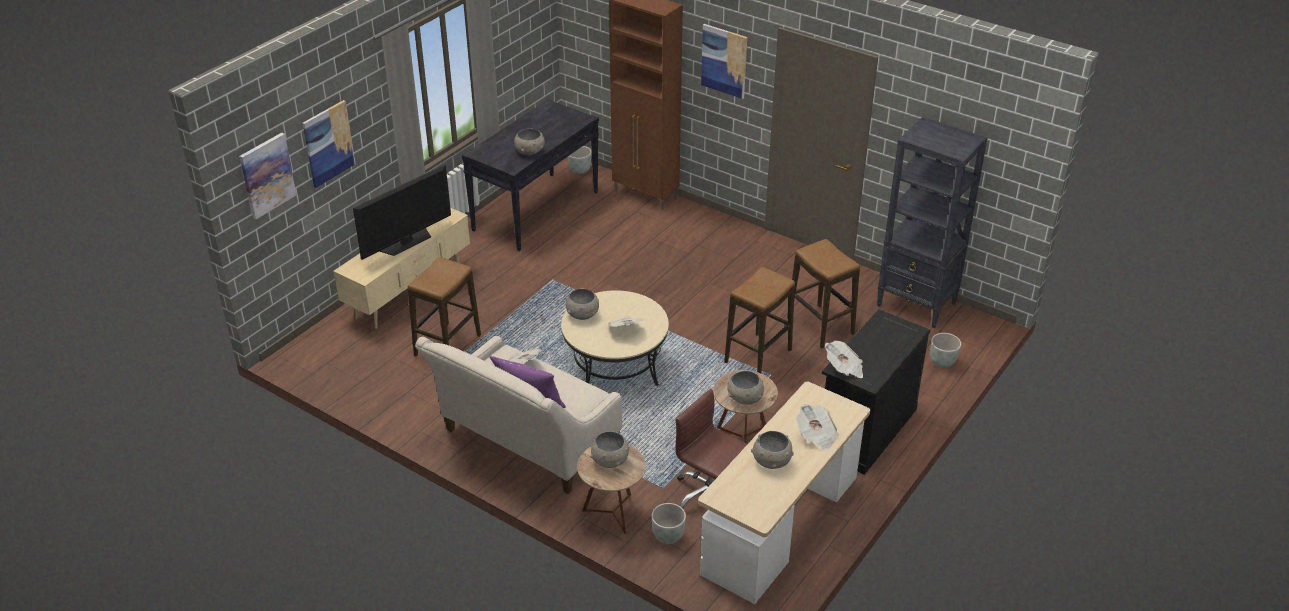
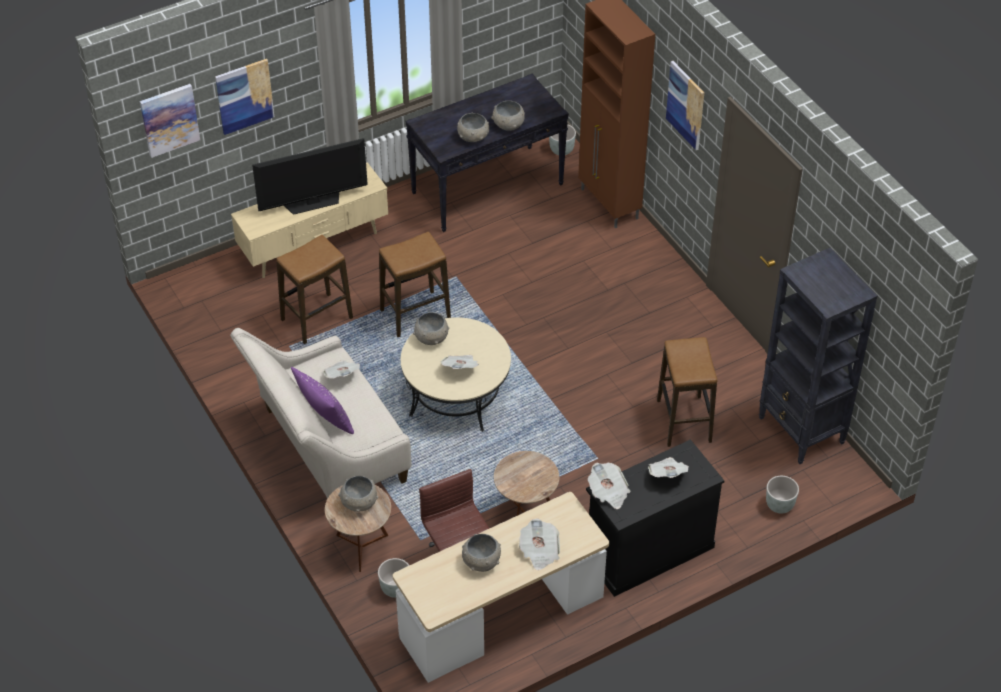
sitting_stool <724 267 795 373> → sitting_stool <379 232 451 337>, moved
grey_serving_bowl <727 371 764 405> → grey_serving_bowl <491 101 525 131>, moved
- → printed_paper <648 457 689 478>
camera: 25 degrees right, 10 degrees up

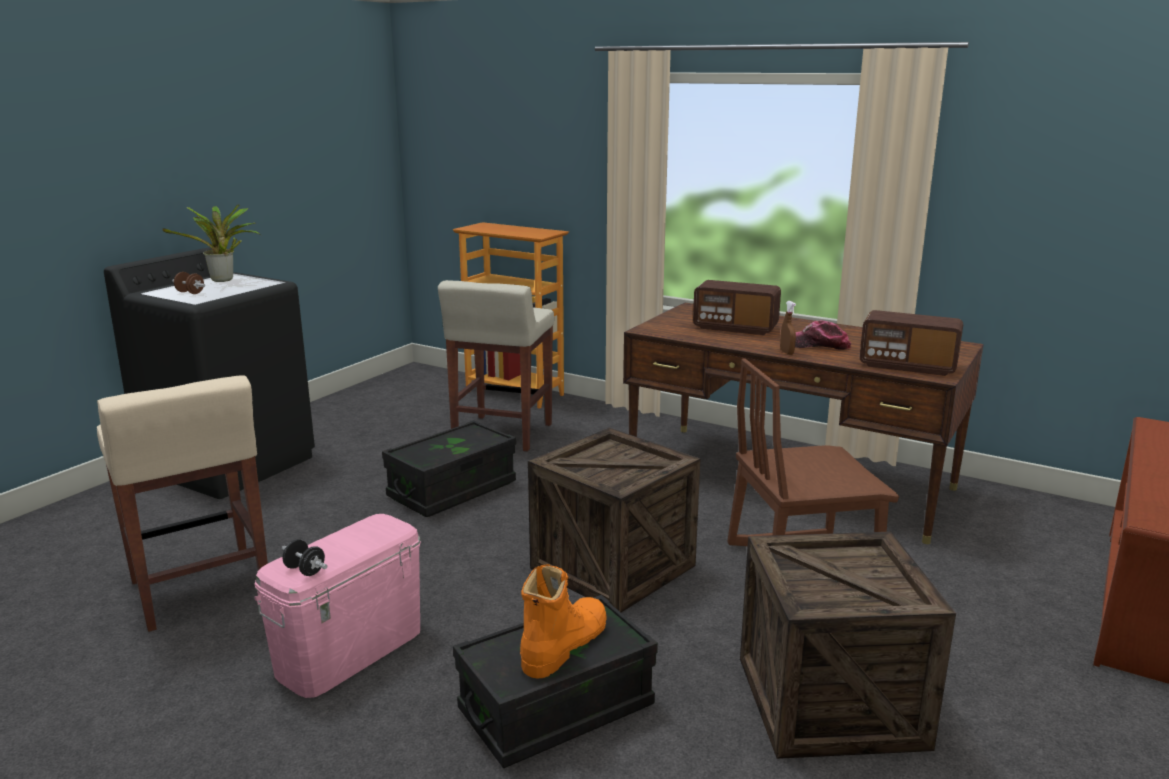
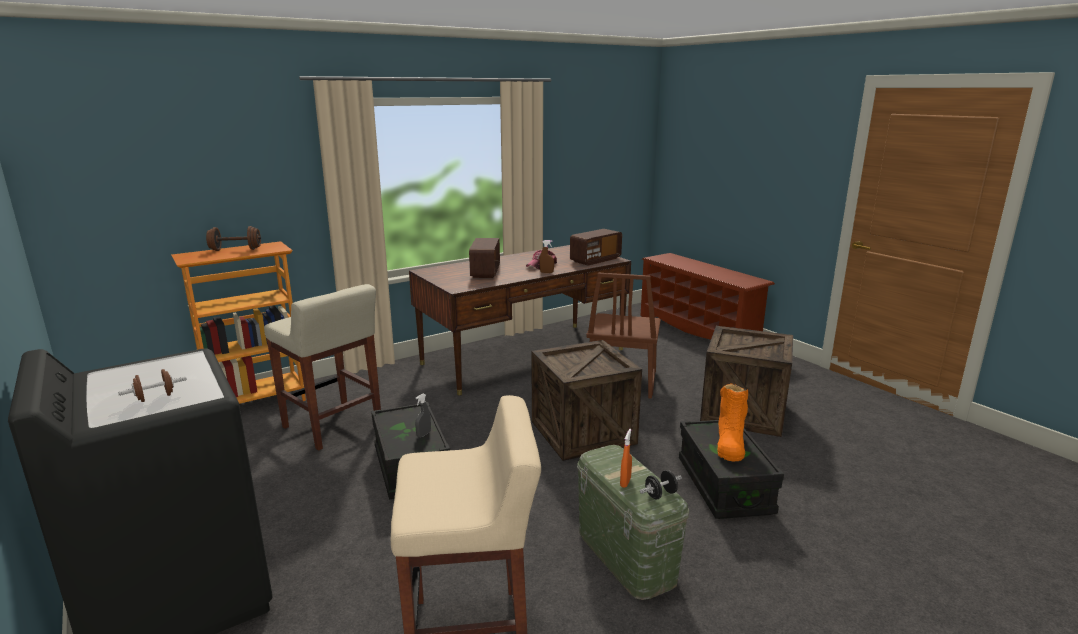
houseplant <162 204 261 282> → -
pinkish_storage_box <254 514 421 698> → greenish_storage_box <577 445 689 600>
orangey_boot <520 564 607 679> → orangey_boot <717 383 748 461>, 135 degrees counterclockwise
radio_set <693 280 781 335> → radio_set <469 238 500 278>, 45 degrees counterclockwise
- → brownish_hand_weight <206 226 261 251>
- → grey_spray_bottle <415 394 431 437>
- → orangey_spray_bottle <620 429 632 488>
camera: 65 degrees left, 0 degrees up

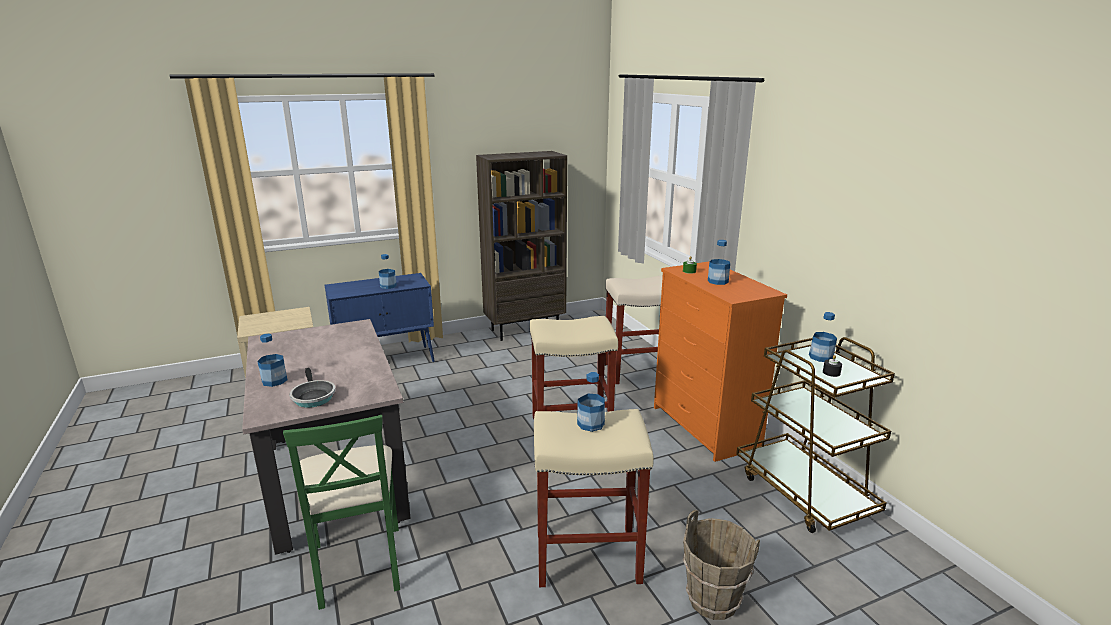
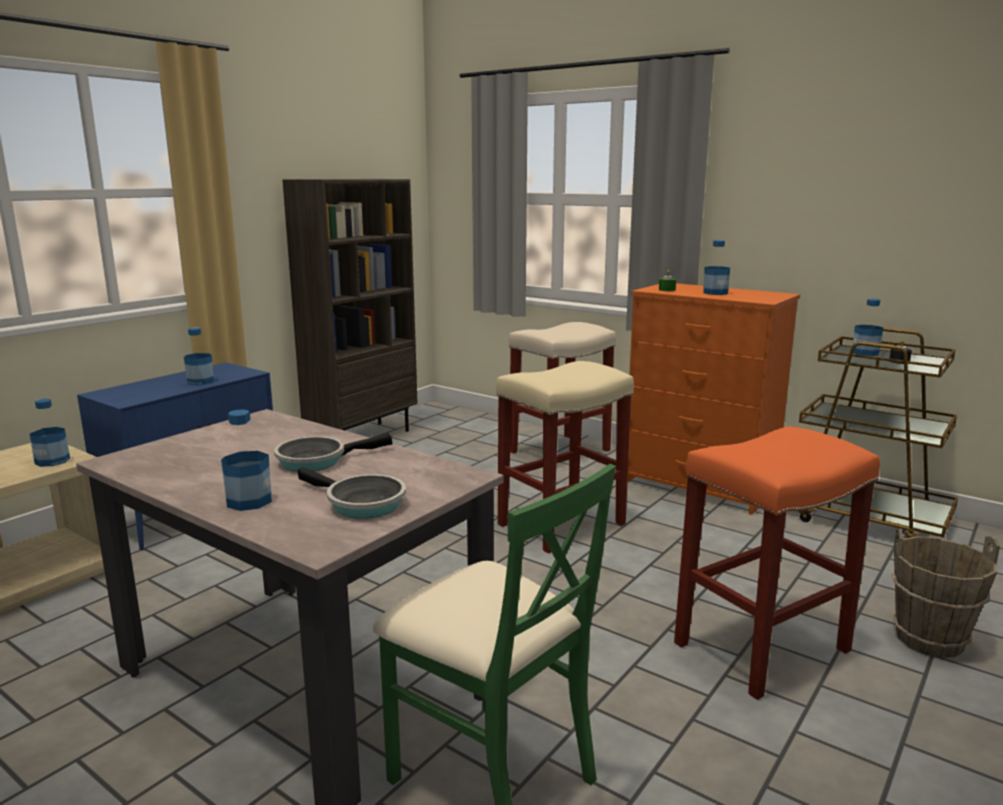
beige-coloured_sitting_stool <534 409 654 587> → orangey_sitting_stool <674 426 880 700>
bottle <577 372 605 432> → bottle <30 399 70 467>, moved
- → skillet <274 433 392 472>
camera: 30 degrees left, 5 degrees down

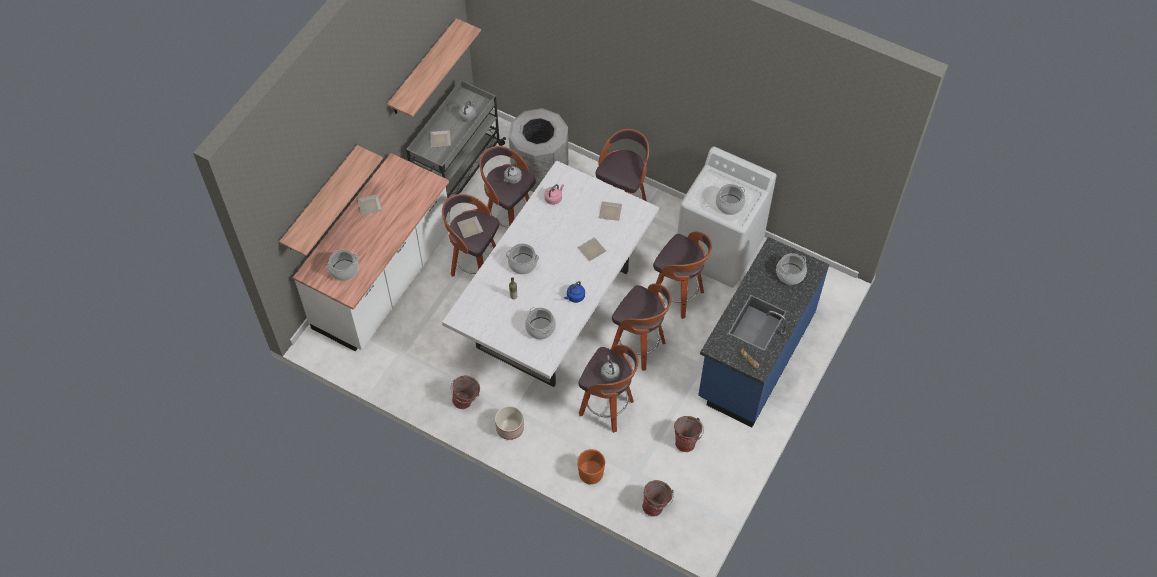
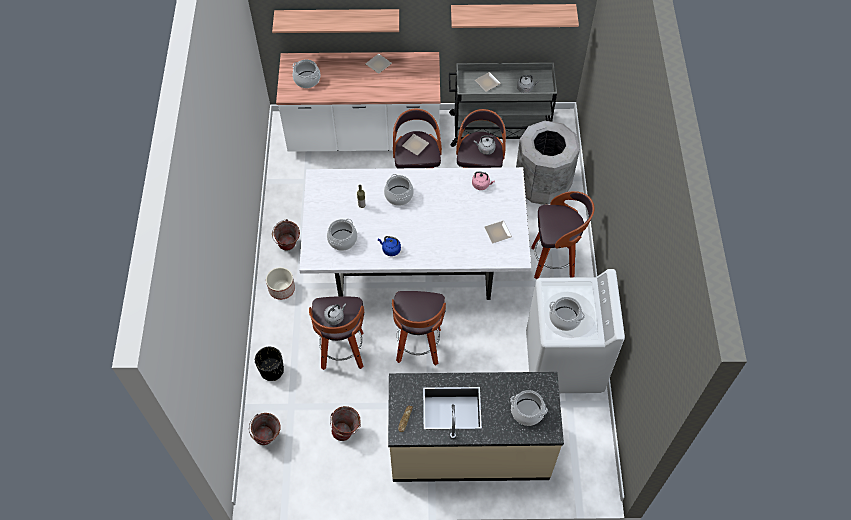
orangey_flower_pot <577 449 605 485> → black_flower_pot <255 347 284 381>
plate <578 237 607 261> → -
sitting_stool <653 232 712 319> → -
blue_kitchen_counter <698 237 830 427> → beige-coloured_kitchen_counter <388 372 564 482>
camera: 60 degrees right, 0 degrees up

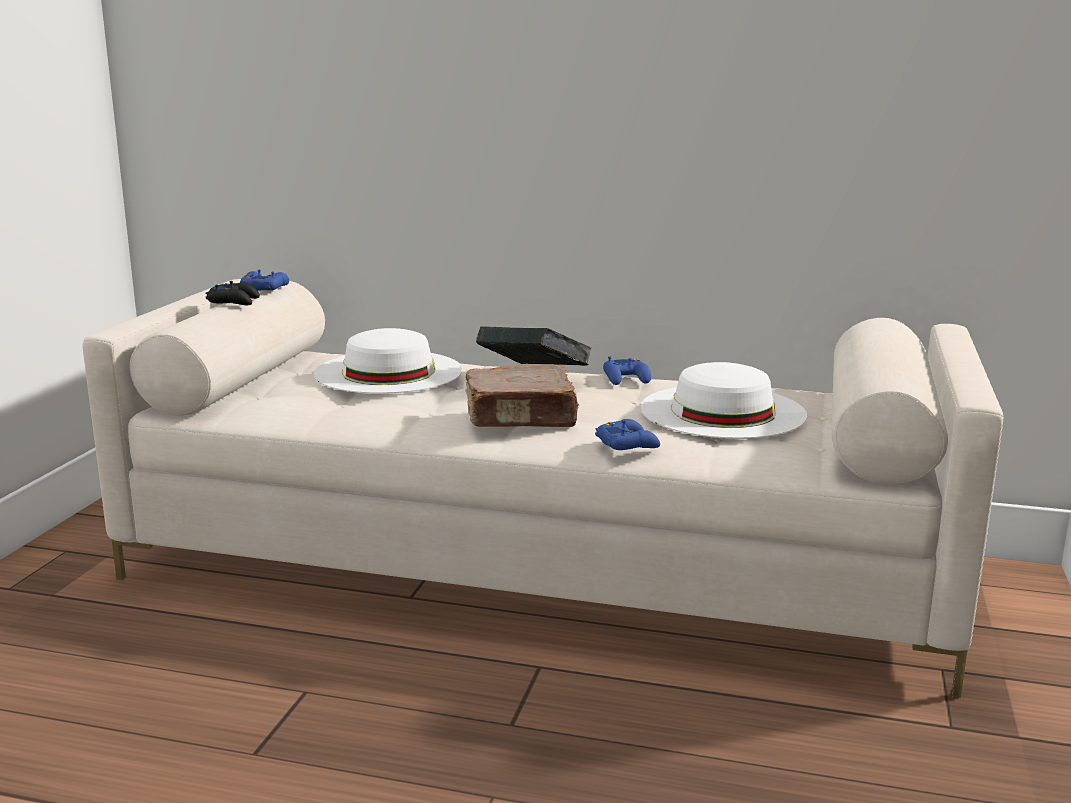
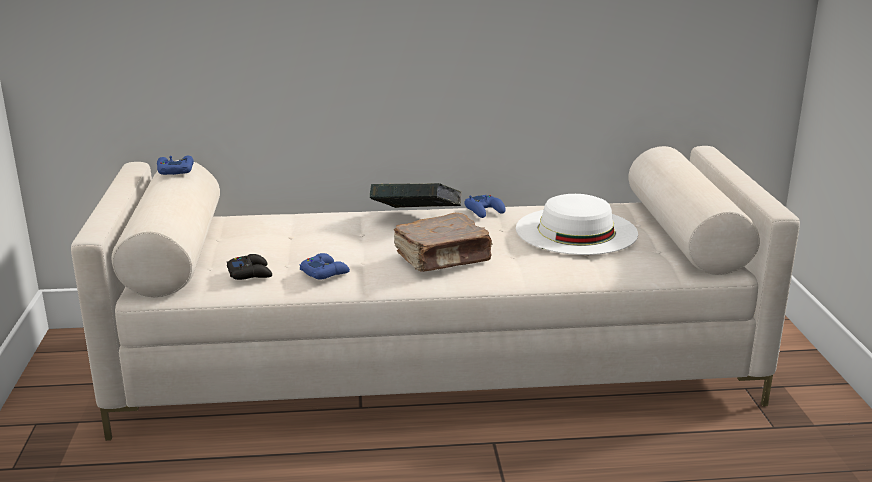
black_joypad <205 281 260 305> → black_joypad <227 254 272 280>, moved
white_clothing_hat <314 328 463 394> → -
blue_joypad <595 419 660 450> → blue_joypad <300 253 350 280>, moved
camera: 20 degrees left, 5 degrees up

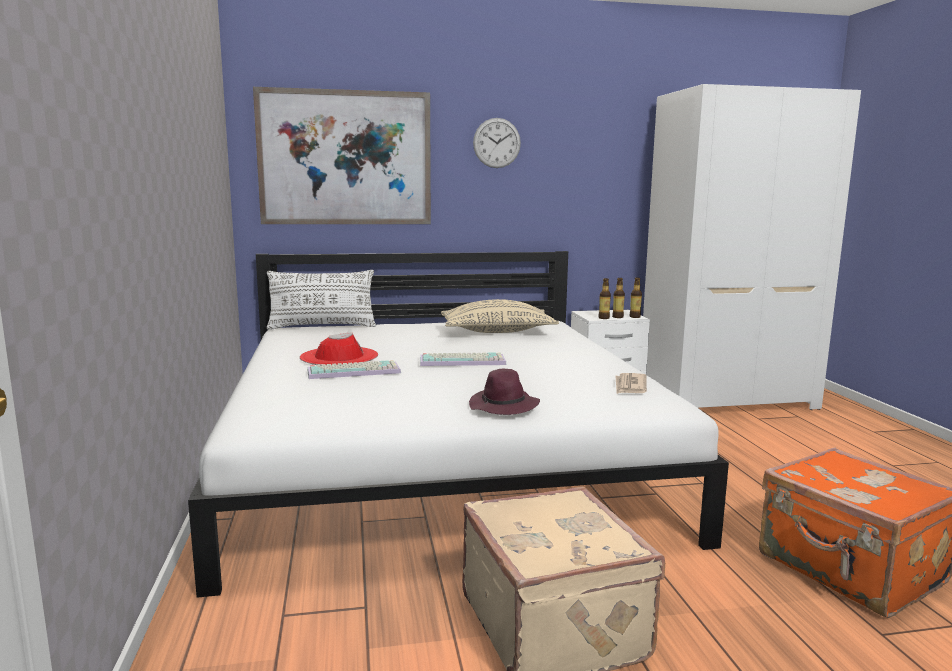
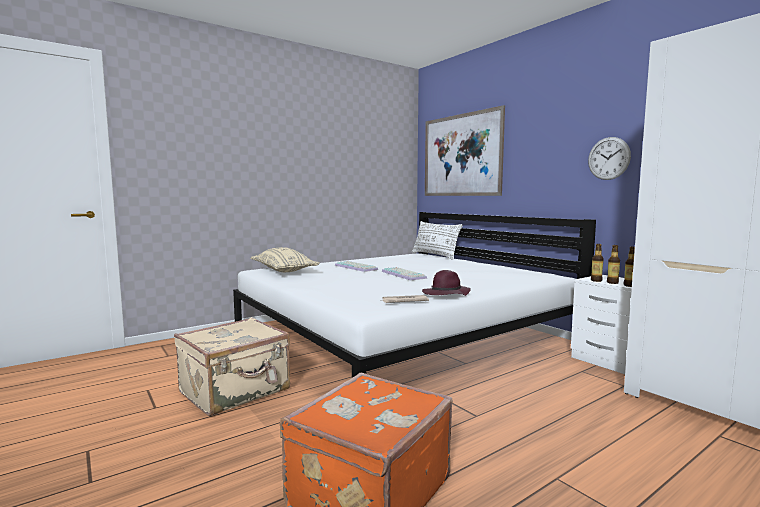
red_clothing_hat <300 332 378 366> → -
beige-coloured_throw_pillow <441 299 559 333> → beige-coloured_throw_pillow <250 247 319 272>, moved
purple_clothing_hat <469 369 540 415> → purple_clothing_hat <422 270 471 296>, moved
hanging_clock <473 118 521 168> → hanging_clock <588 137 631 180>, moved
camera: 65 degrees right, 5 degrees down

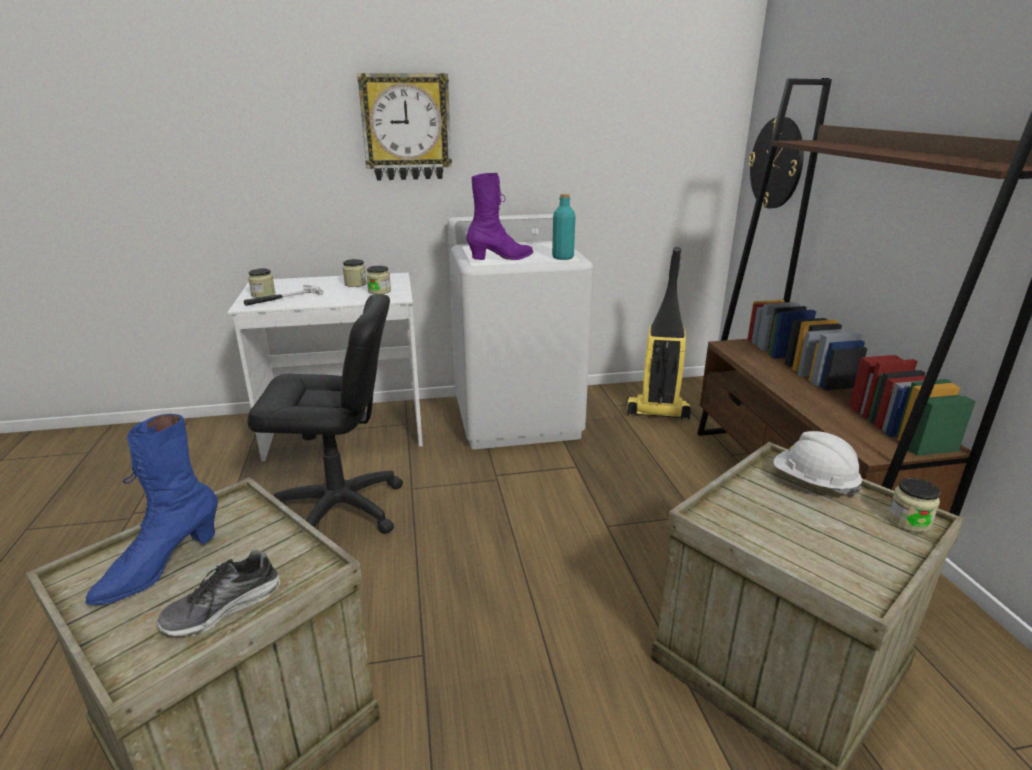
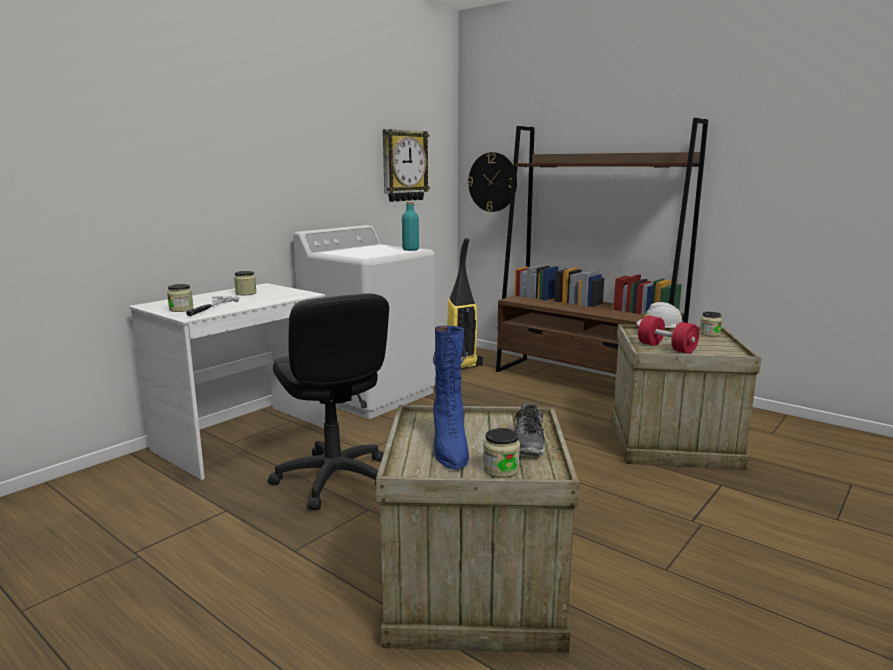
black_computer_chair <247 294 403 534> → black_computer_chair <268 293 389 510>, 105 degrees clockwise
hanging_clock <358 73 452 180> → hanging_clock <383 129 430 202>, moved
preserve_jar <366 266 391 294> → preserve_jar <483 428 520 478>, moved
purple_boot <466 173 533 260> → -
- → red_hand_weight <638 316 699 354>
camera: 40 degrees left, 10 degrees down

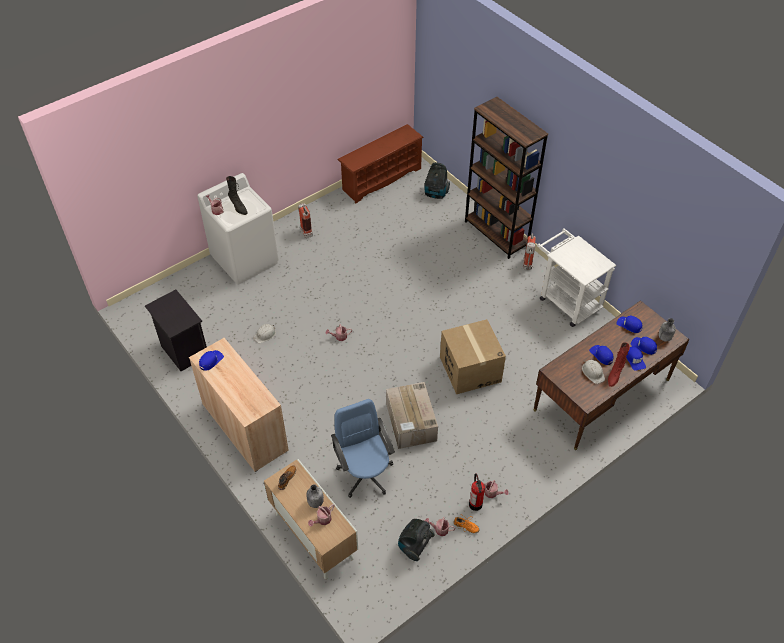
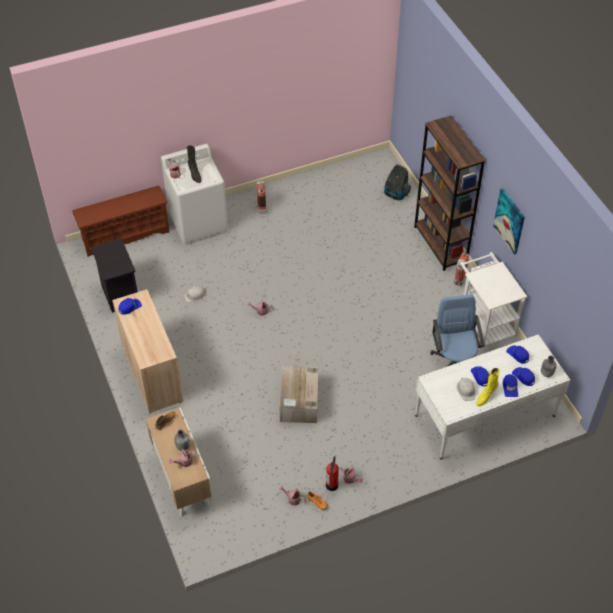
blue_computer_chair <331 399 395 498> → blue_computer_chair <430 295 484 367>, moved
brownish_shoe_shelf <338 124 424 204> → brownish_shoe_shelf <72 186 170 257>, moved
vacuum <398 519 435 561> → -
carton <440 319 506 394> → -
brownish_desk <534 300 690 450> → white_desk <415 334 570 460>
red_boot <608 342 630 387> → yellow_boot <476 368 500 406>
- → wall_picture <493 188 525 255>
camera: 15 degrees right, 0 degrees up

